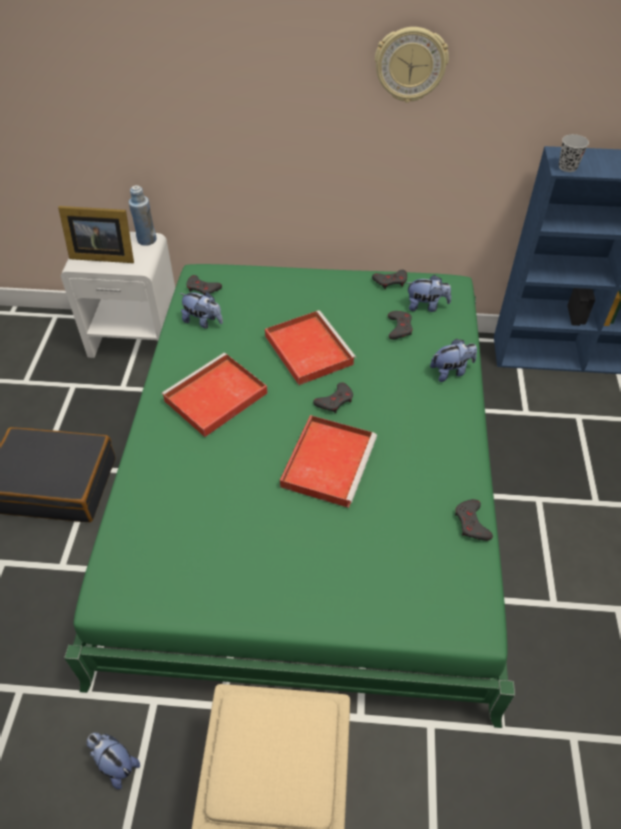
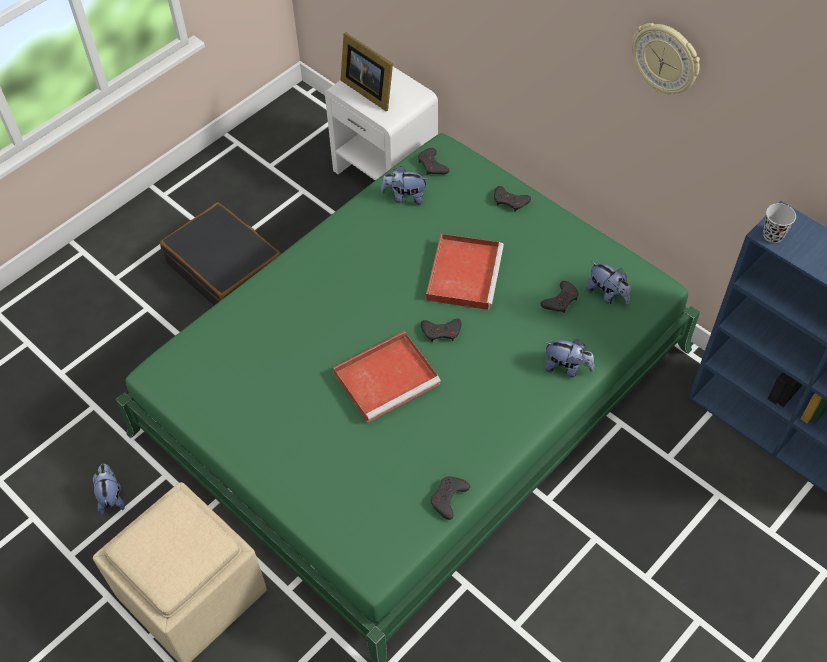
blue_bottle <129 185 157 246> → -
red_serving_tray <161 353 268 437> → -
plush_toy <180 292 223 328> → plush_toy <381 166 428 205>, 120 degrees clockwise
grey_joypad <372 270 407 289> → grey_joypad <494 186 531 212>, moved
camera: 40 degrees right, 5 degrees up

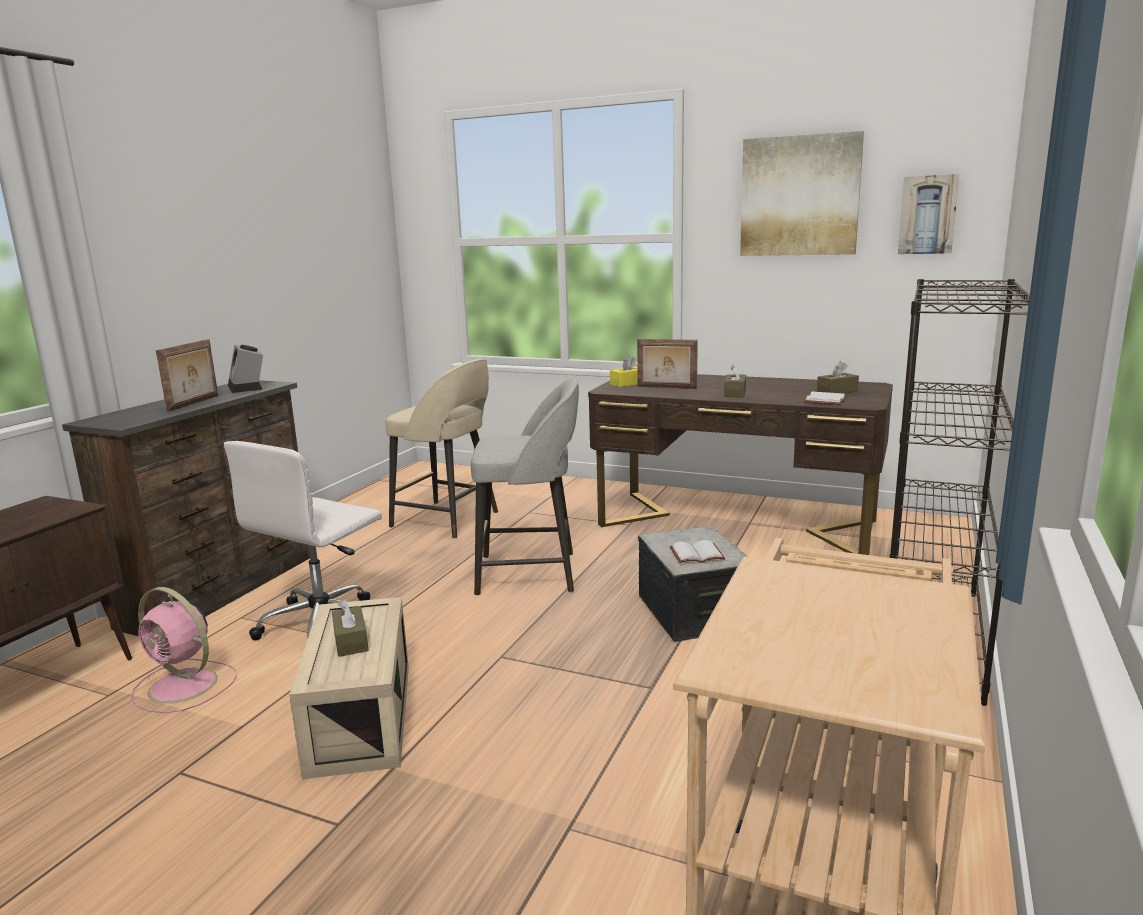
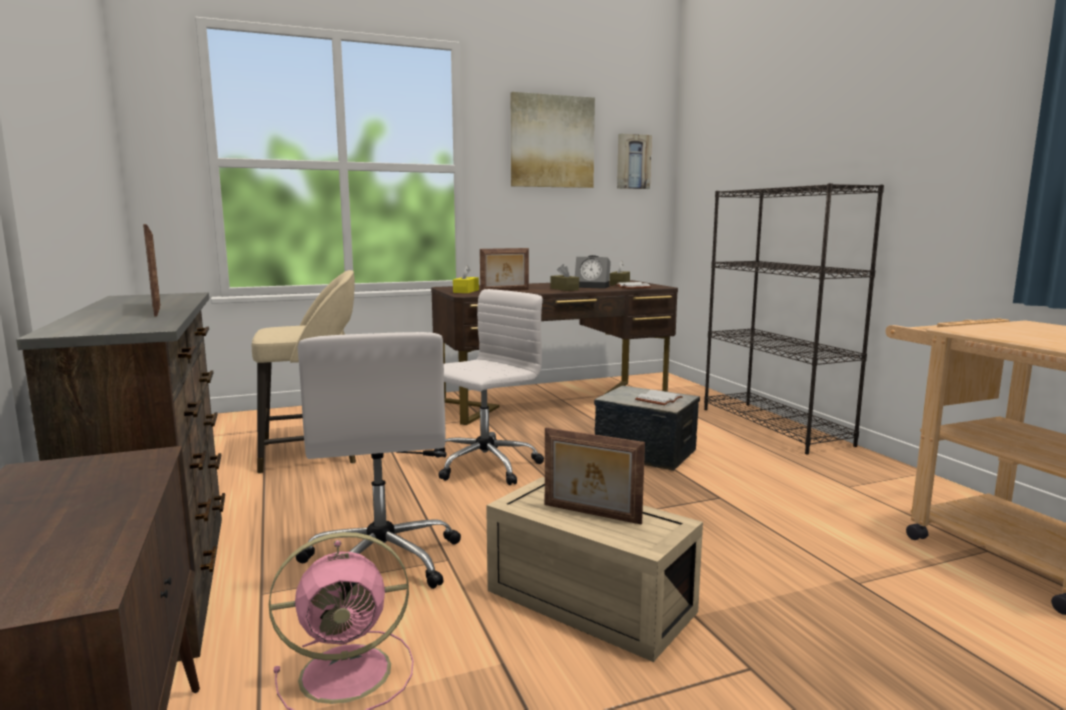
alarm_clock <228 345 263 393> → alarm_clock <575 255 611 289>, moved
brownish_tissue_holder <332 599 369 657> → standing_frame <545 428 645 525>
grey_sitting_stool <471 378 579 595> → white_computer_chair <434 289 544 485>
camera: 45 degrees left, 5 degrees down

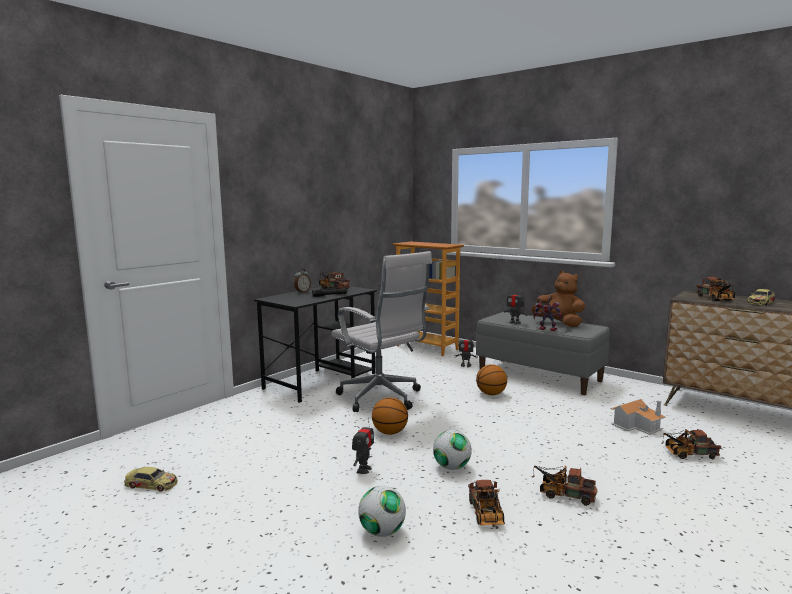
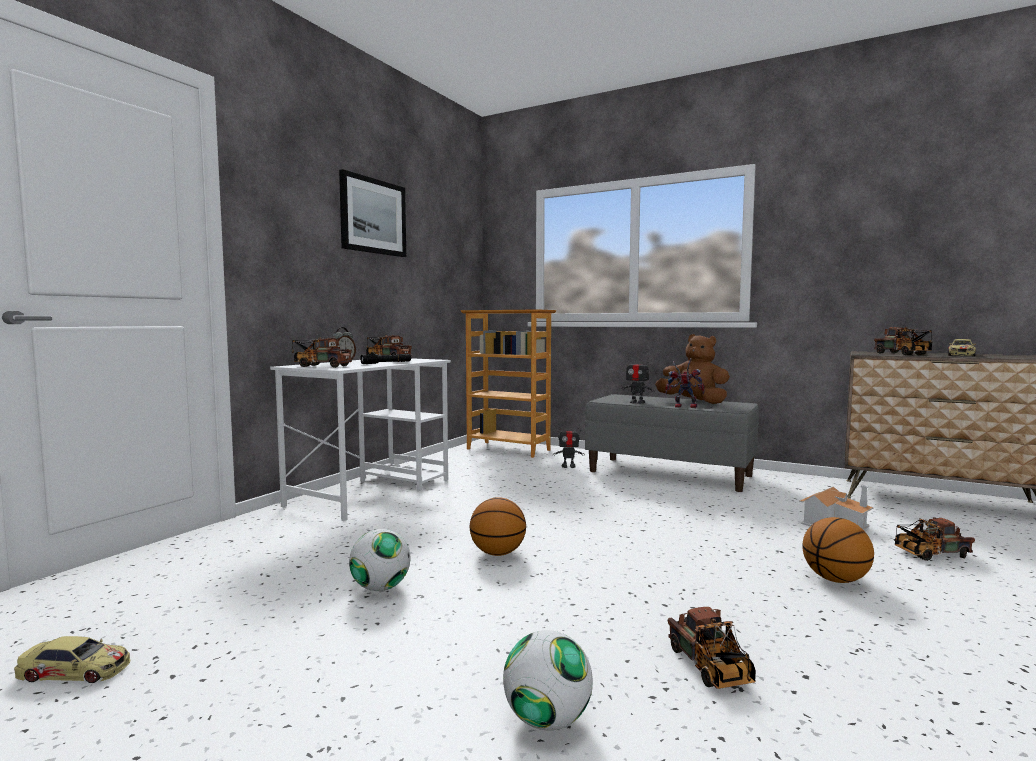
black_desk <254 286 377 403> → white_desk <270 358 451 521>
white_computer_chair <331 251 432 412> → -
robot_figure <352 419 374 474> → -
football_ball <433 430 472 470> → football_ball <349 529 410 591>, moved
basketball <476 364 507 395> → basketball <802 517 874 583>, moved
toy_lorry <532 466 597 506> → toy_lorry <291 337 352 368>, moved
- → wall_picture <339 169 406 257>
camera: 10 degrees left, 5 degrees down

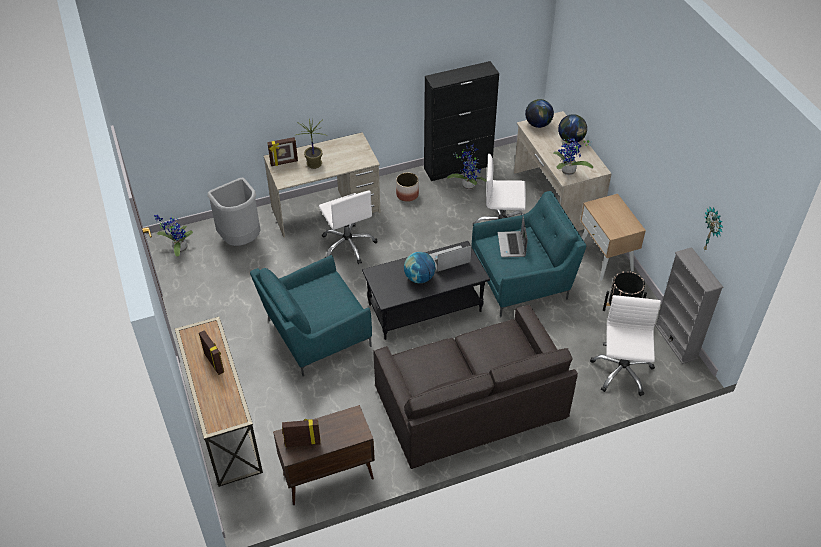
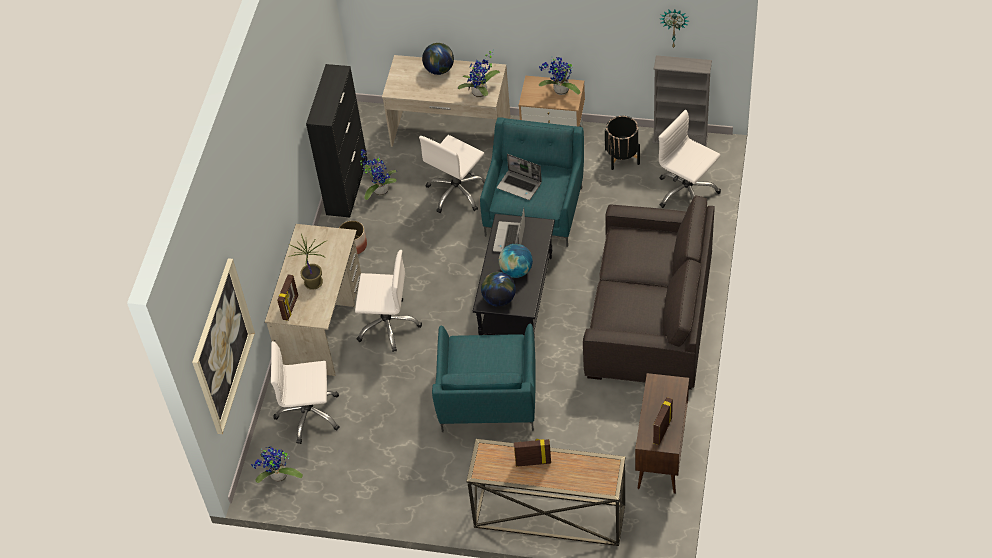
grey_trash_can <207 177 260 246> → white_computer_chair <271 341 340 444>
globe <525 99 554 128> → globe <481 272 516 307>, moved
- → wall_picture <192 258 255 434>
- → houseplant <539 56 580 95>
camera: 55 degrees left, 5 degrees up

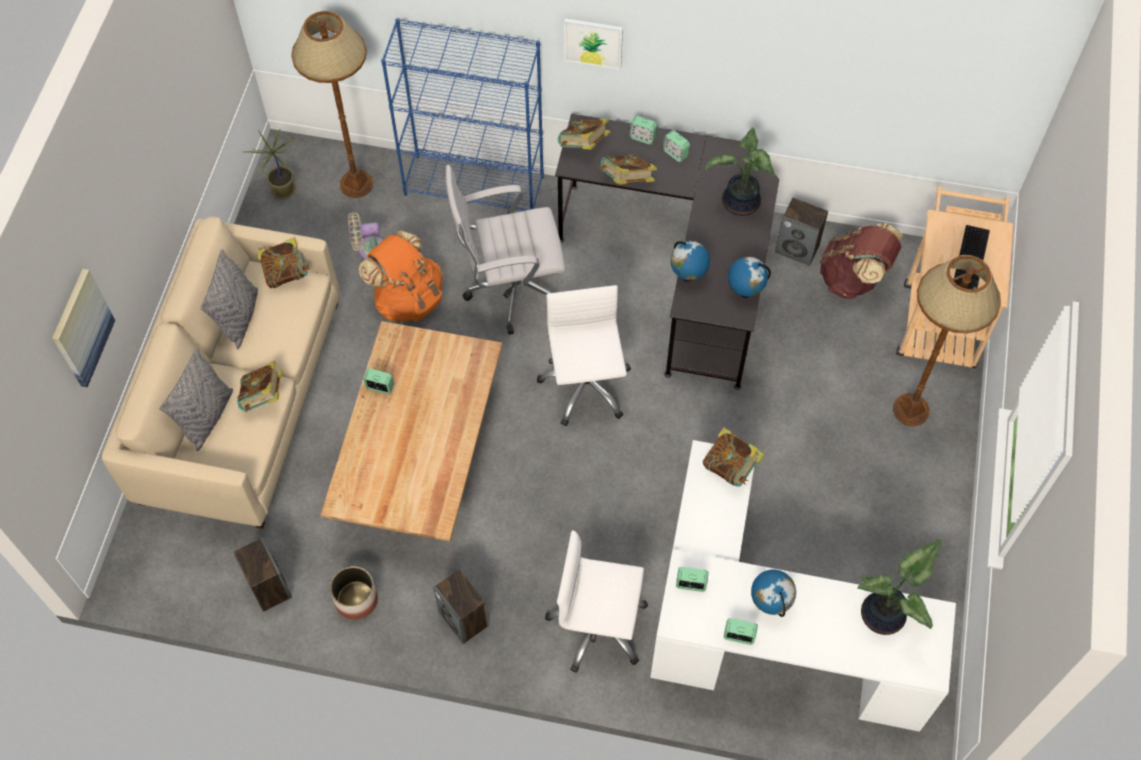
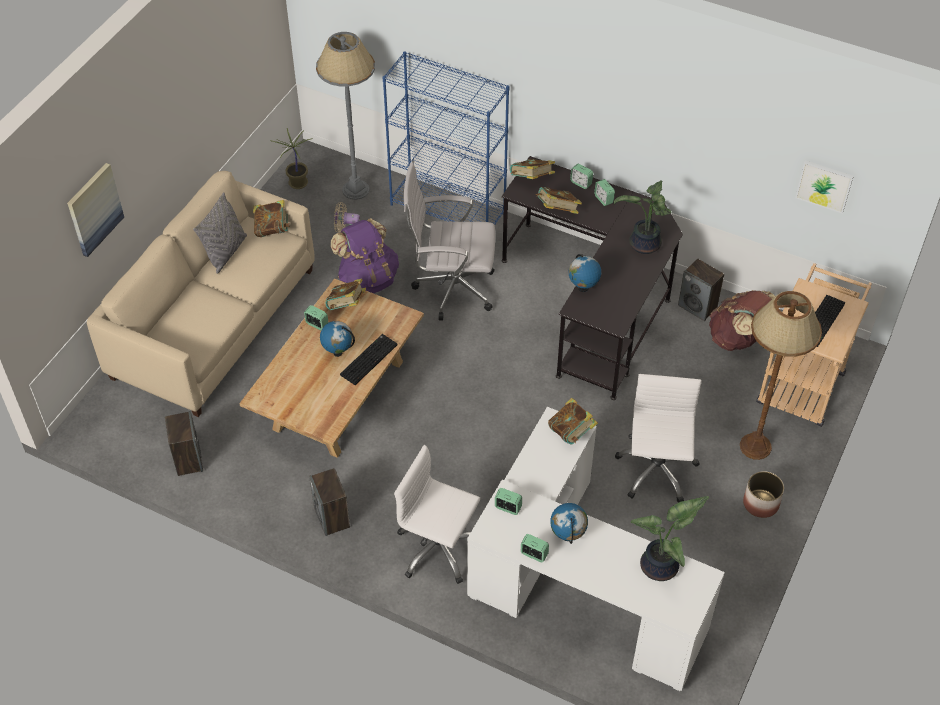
grey_throw_pillow <159 348 233 452> → -
bound_book <237 361 283 412> → bound_book <325 278 366 310>, moved
brownish_standard_lamp <291 11 373 198> → grey_standard_lamp <316 32 375 200>
flower_pot <330 566 378 620> → flower_pot <743 471 784 518>, moved
orangey_backpack <359 230 443 322> → purple_backpack <330 218 399 293>
white_computer_chair <537 285 631 426> → white_computer_chair <615 374 702 503>, moved
wall_picture <564 18 623 70> → wall_picture <795 160 854 214>, moved
globe <728 257 771 298> → globe <320 321 355 357>, moved
- → computer_keyboard <340 334 397 385>
camera: 15 degrees right, 10 degrees down

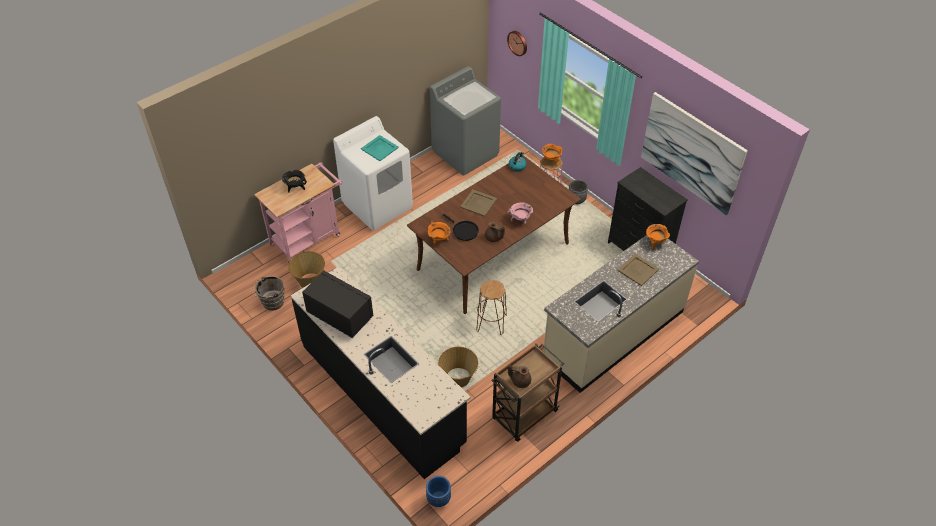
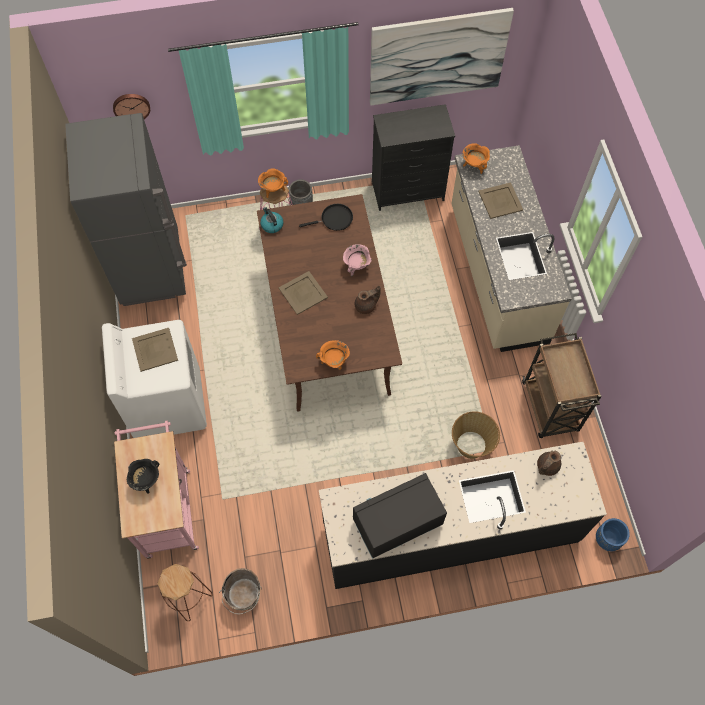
household_basket <288 251 325 288> → -
blue-green_serving_tray <361 135 399 161> → beige-coloured_serving_tray <132 328 178 372>
grey_laundry_machine <430 66 501 176> → grey_fridge <65 113 187 306>
black_skillet <443 214 479 241> → black_skillet <299 204 353 231>, moved
brownish_sitting_stool <476 280 507 335> → brownish_sitting_stool <157 564 213 621>, moved
brownish_tea_pot <508 364 531 388> → brownish_tea_pot <537 451 561 476>, moved
camera: 60 degrees left, 15 degrees up

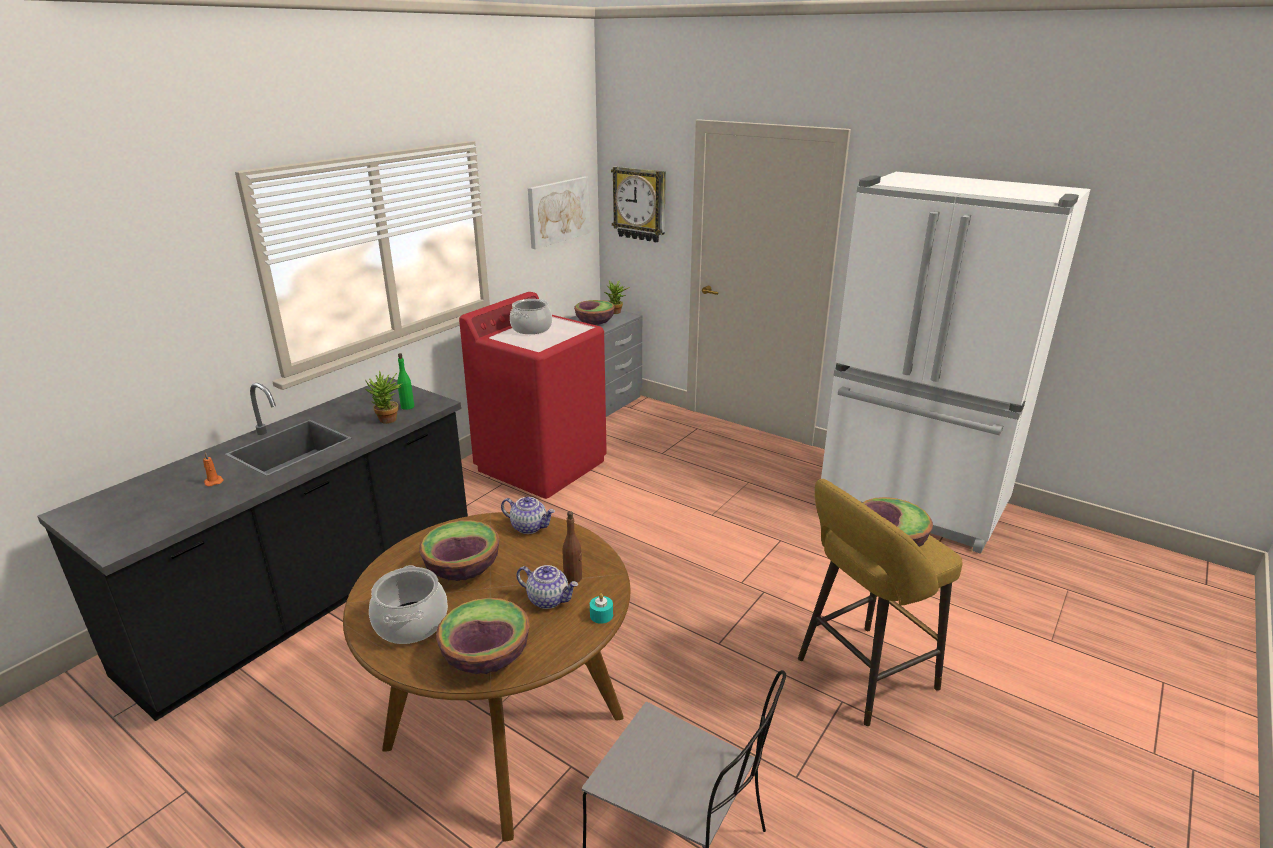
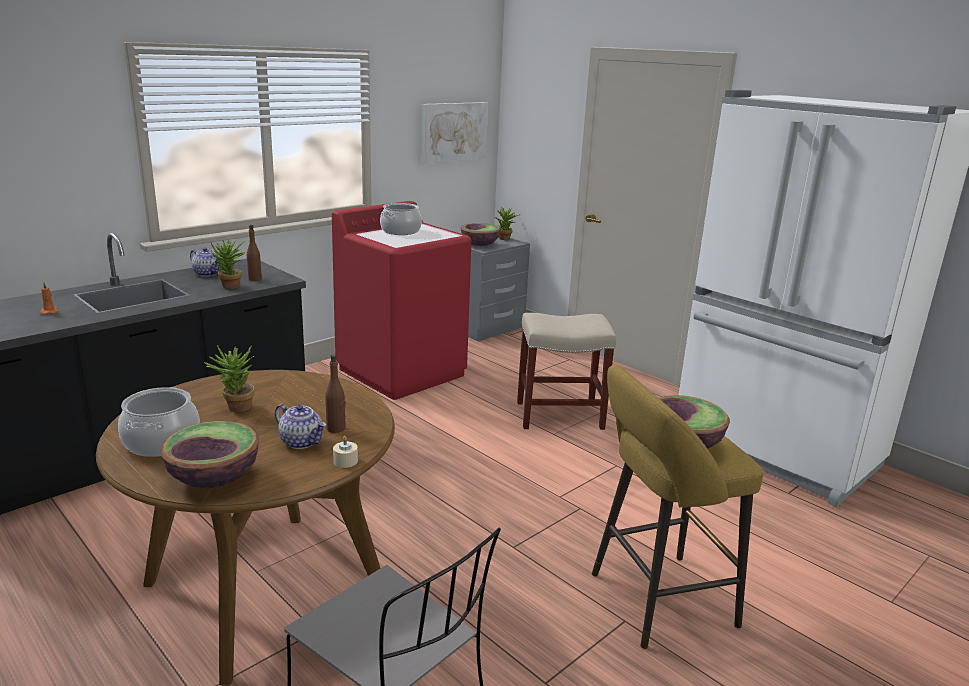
greenish_bottle <397 353 414 410> → brownish_bottle <247 225 262 281>
serving_bowl <419 520 499 581> → houseplant <204 345 255 412>
tea_pot <501 497 555 534> → tea_pot <190 247 221 277>, moved
blue-green_wax_light <590 593 613 624> → beige-coloured_wax_light <333 436 358 468>
hanging_clock <611 166 666 242> → -
- → beige-coloured_sitting_stool <517 313 616 430>
camera: 10 degrees right, 5 degrees down

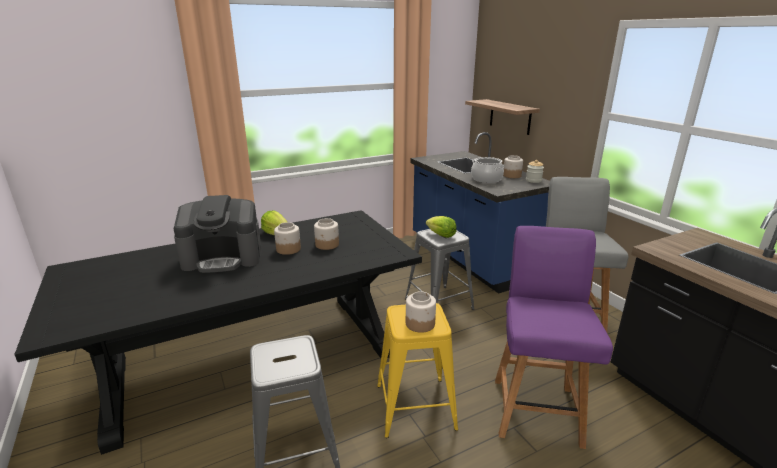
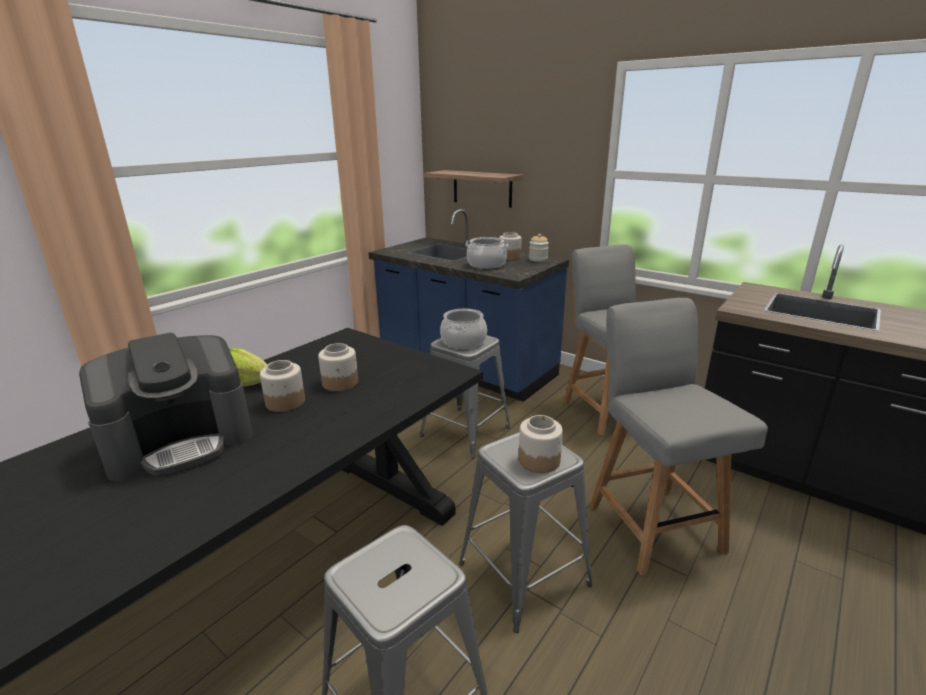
yellow_sitting_stool <377 303 458 438> → grey_sitting_stool <459 432 593 633>
lettuce <426 216 456 238> → saucepot <440 309 487 349>
purple_plain_chair <495 226 613 449> → grey_plain_chair <589 298 768 575>
camera: 25 degrees left, 0 degrees up

